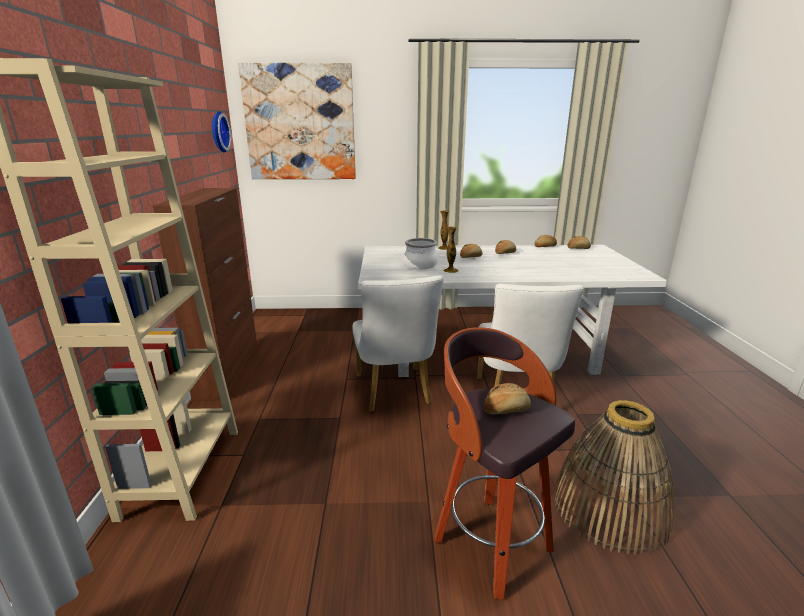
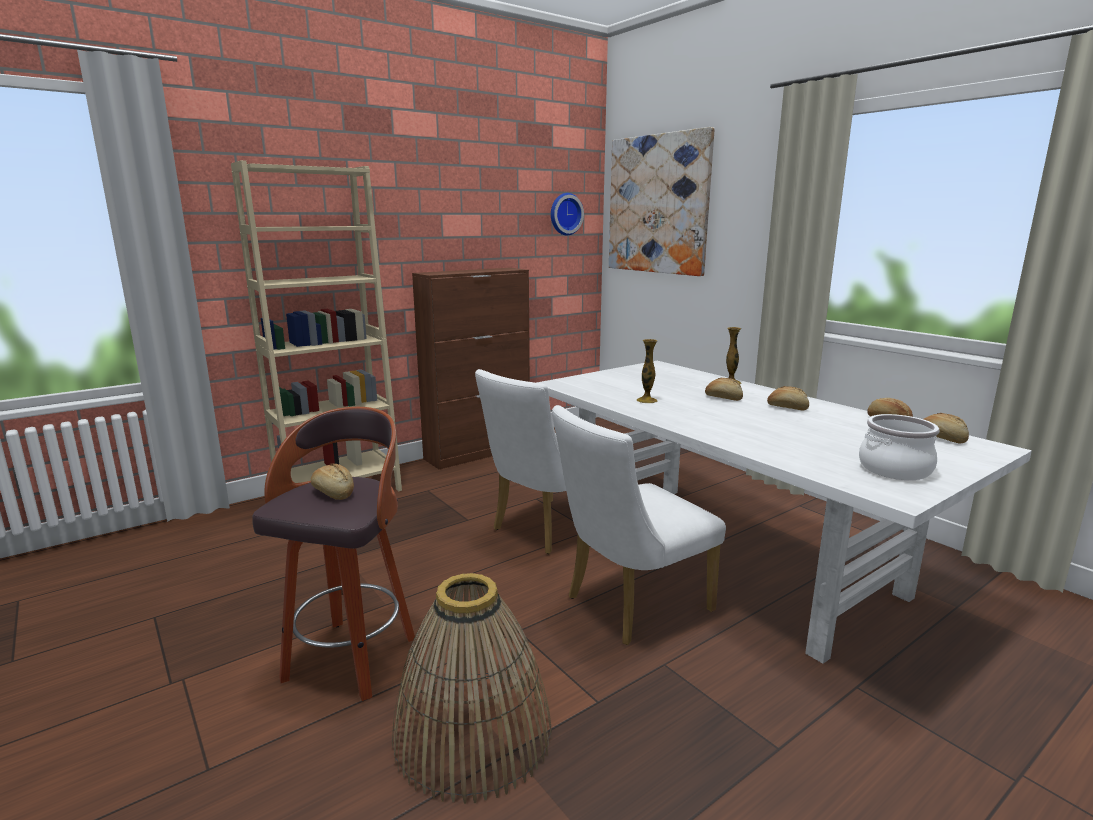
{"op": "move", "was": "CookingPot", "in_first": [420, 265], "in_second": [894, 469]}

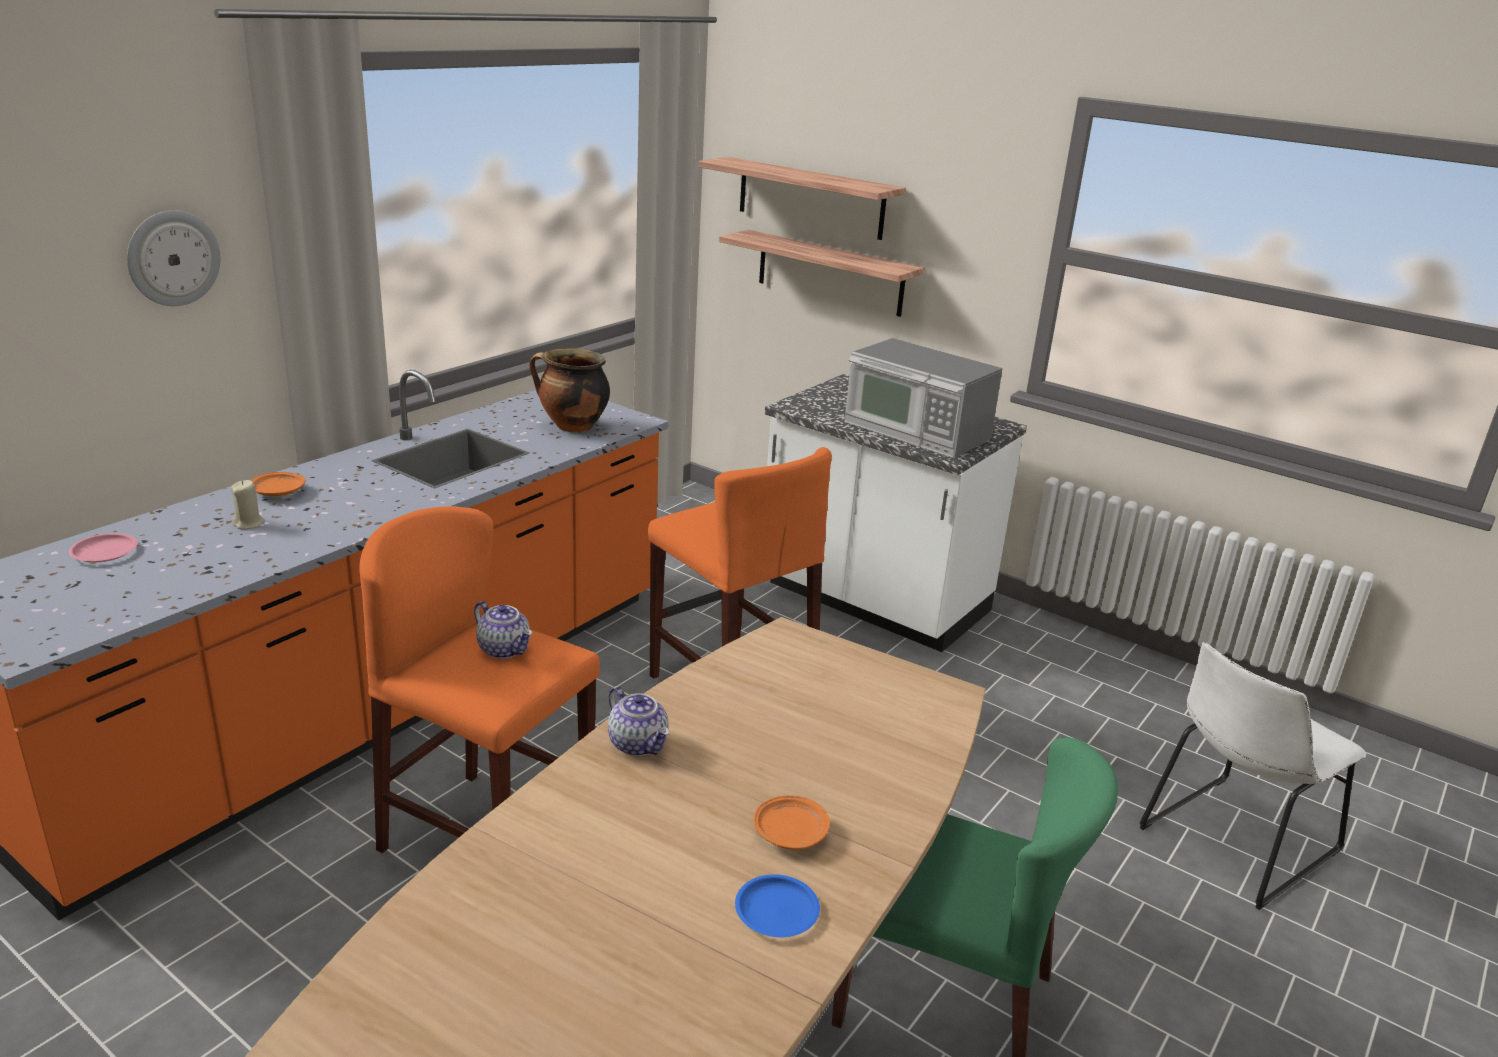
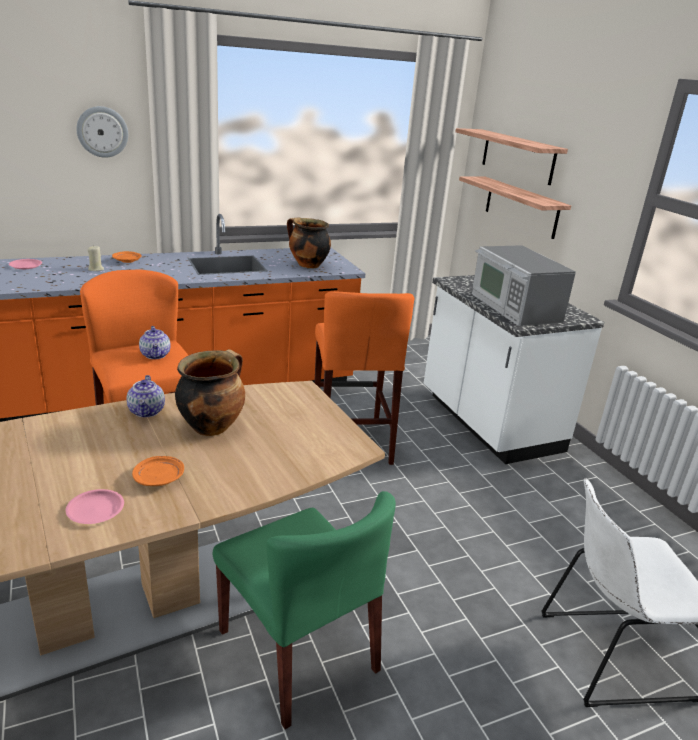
{"op": "insert", "now": "CookingPot", "in_second": [211, 426]}
{"op": "recolor", "was": "BlueFlatDish", "now": "PinkishFlatDish", "in_first": [777, 911], "in_second": [96, 510]}

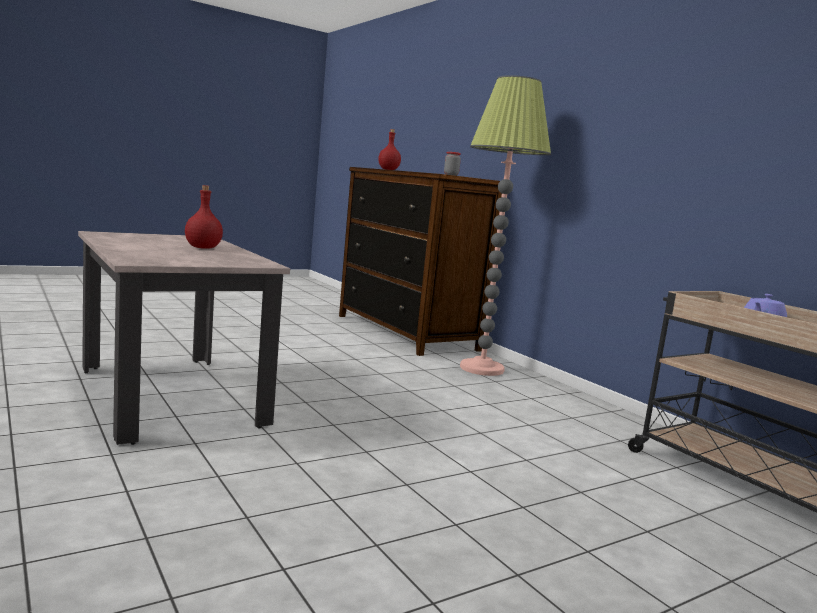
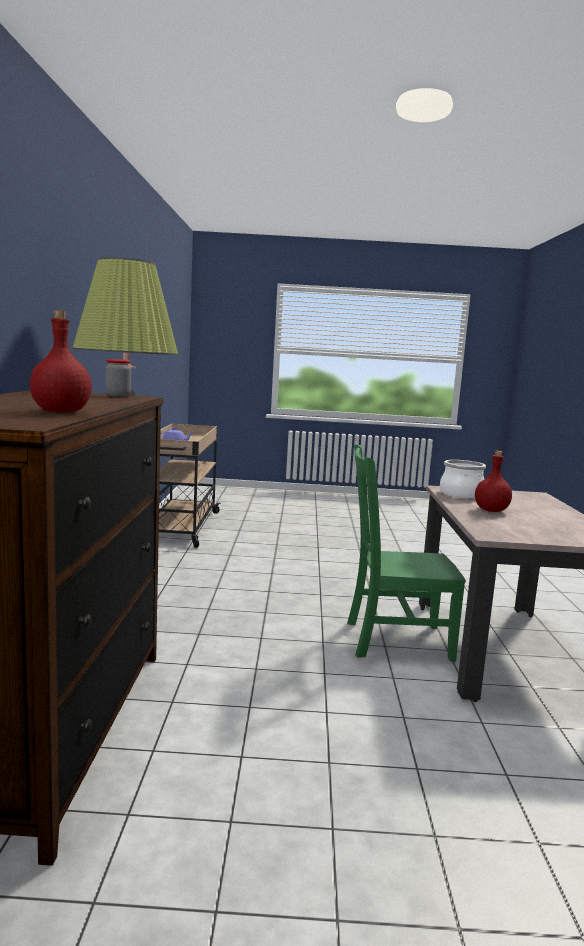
{"op": "insert", "now": "GreenColouredPlainChair", "in_second": [394, 640]}
{"op": "insert", "now": "CookingPot", "in_second": [461, 494]}

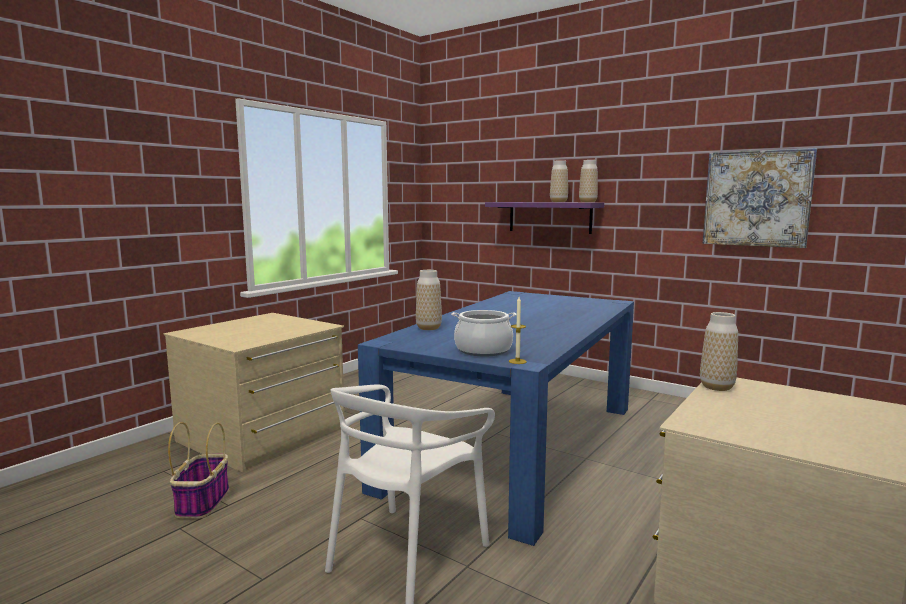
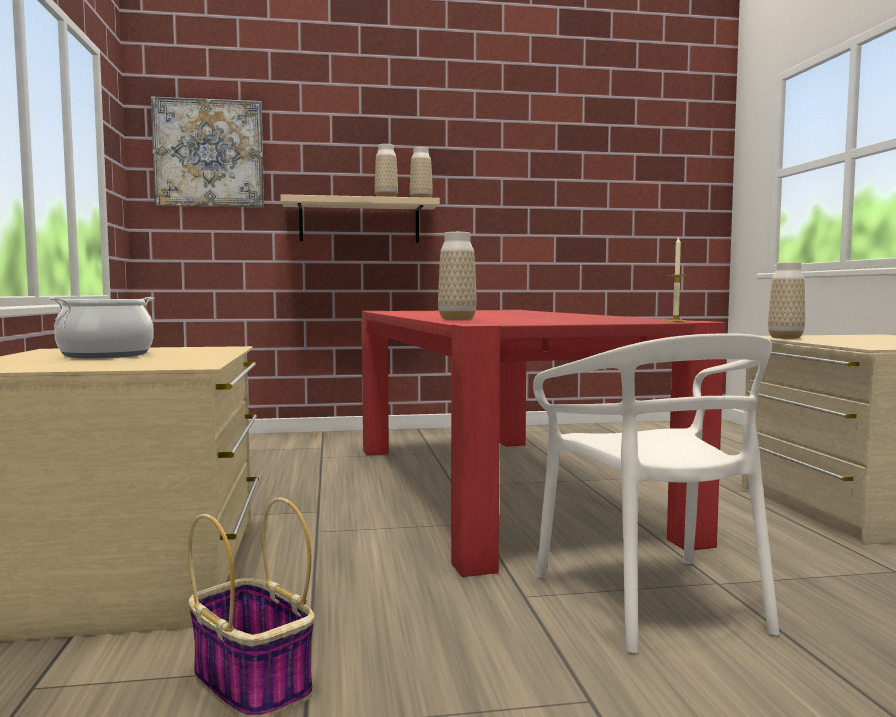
{"op": "move", "was": "CookingPot", "in_first": [483, 350], "in_second": [106, 355]}
{"op": "move", "was": "WallArt", "in_first": [757, 198], "in_second": [209, 153]}
{"op": "recolor", "was": "BlueKitchenTable", "now": "ReddishKitchenTable", "in_first": [517, 444], "in_second": [498, 488]}
{"op": "recolor", "was": "PurpleColouredWallShelf", "now": "SandColouredWallShelf", "in_first": [549, 217], "in_second": [359, 221]}

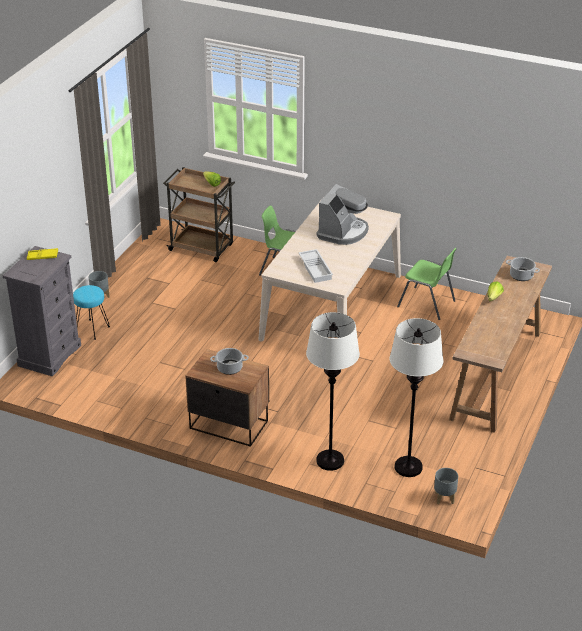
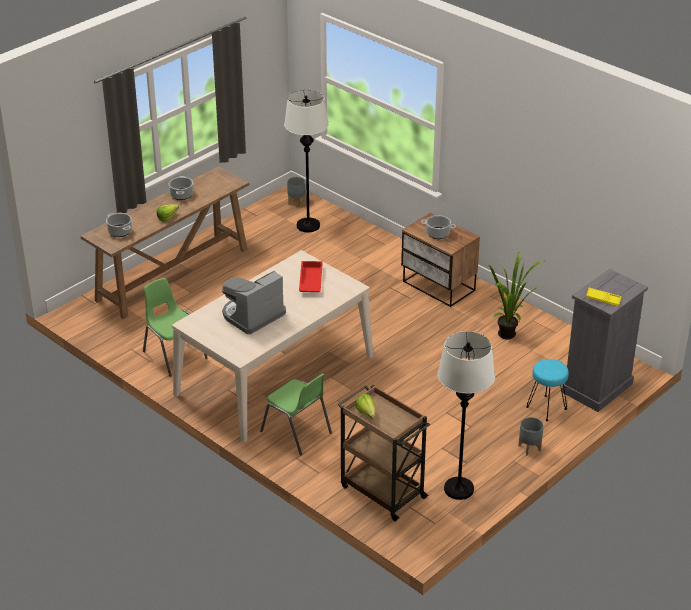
{"op": "insert", "now": "CookingPot", "in_second": [181, 195]}
{"op": "insert", "now": "Houseplant", "in_second": [510, 336]}
{"op": "move", "was": "WhiteColouredStandardLamp", "in_first": [330, 460], "in_second": [458, 489]}
{"op": "recolor", "was": "WhiteColouredServingTray", "now": "ReddishServingTray", "in_first": [316, 268], "in_second": [310, 281]}

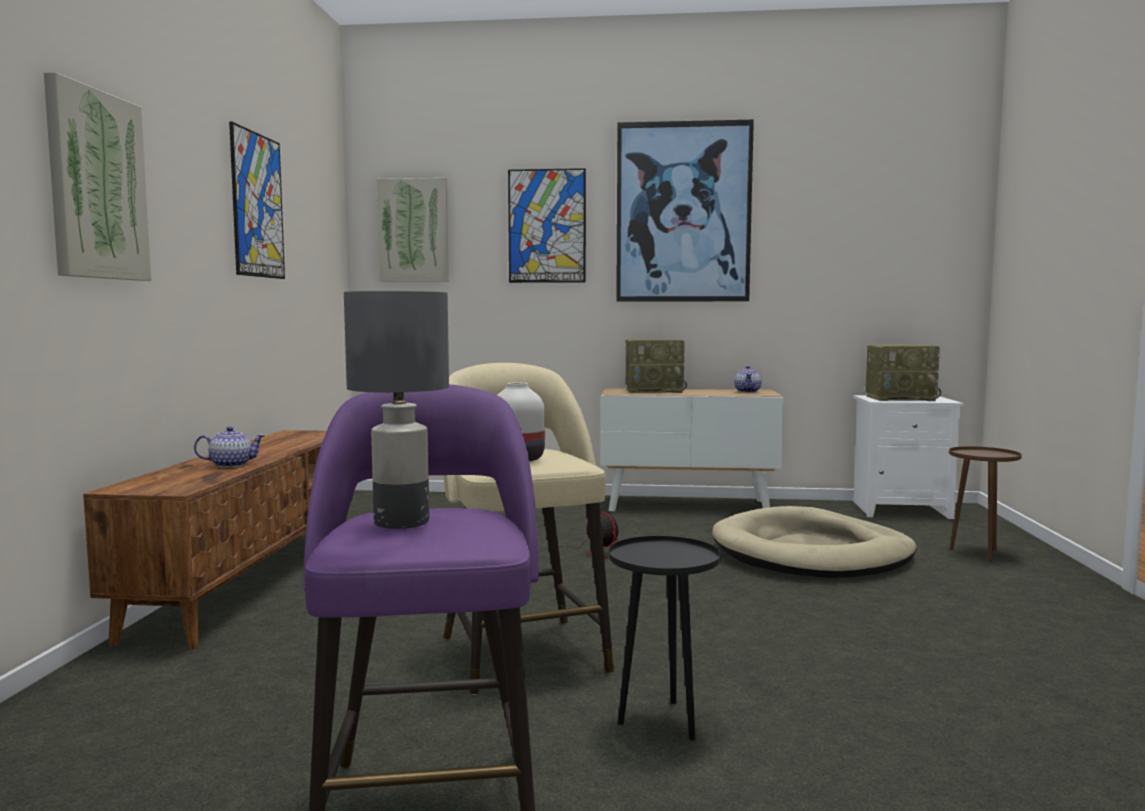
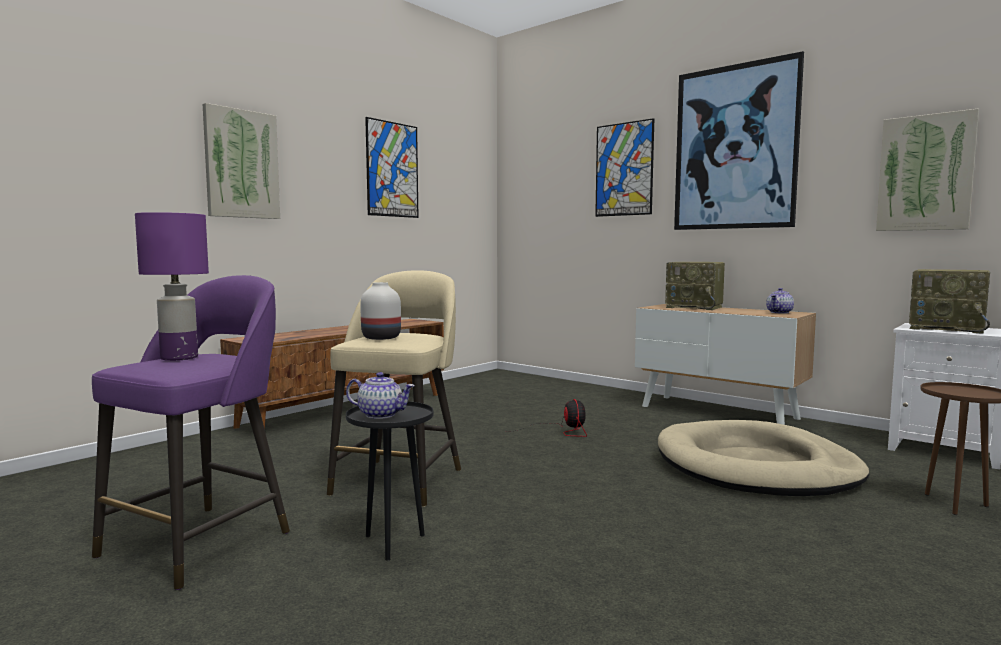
{"op": "move", "was": "Teapot", "in_first": [231, 465], "in_second": [381, 414]}
{"op": "move", "was": "WallArt", "in_first": [413, 230], "in_second": [925, 173]}
{"op": "recolor", "was": "GreyishTableLamp", "now": "PurpleColouredTableLamp", "in_first": [401, 523], "in_second": [178, 358]}

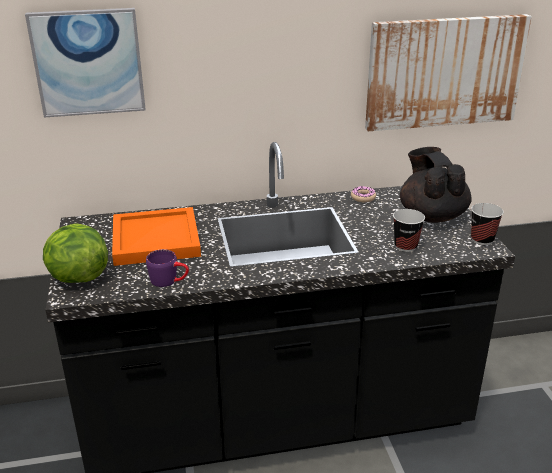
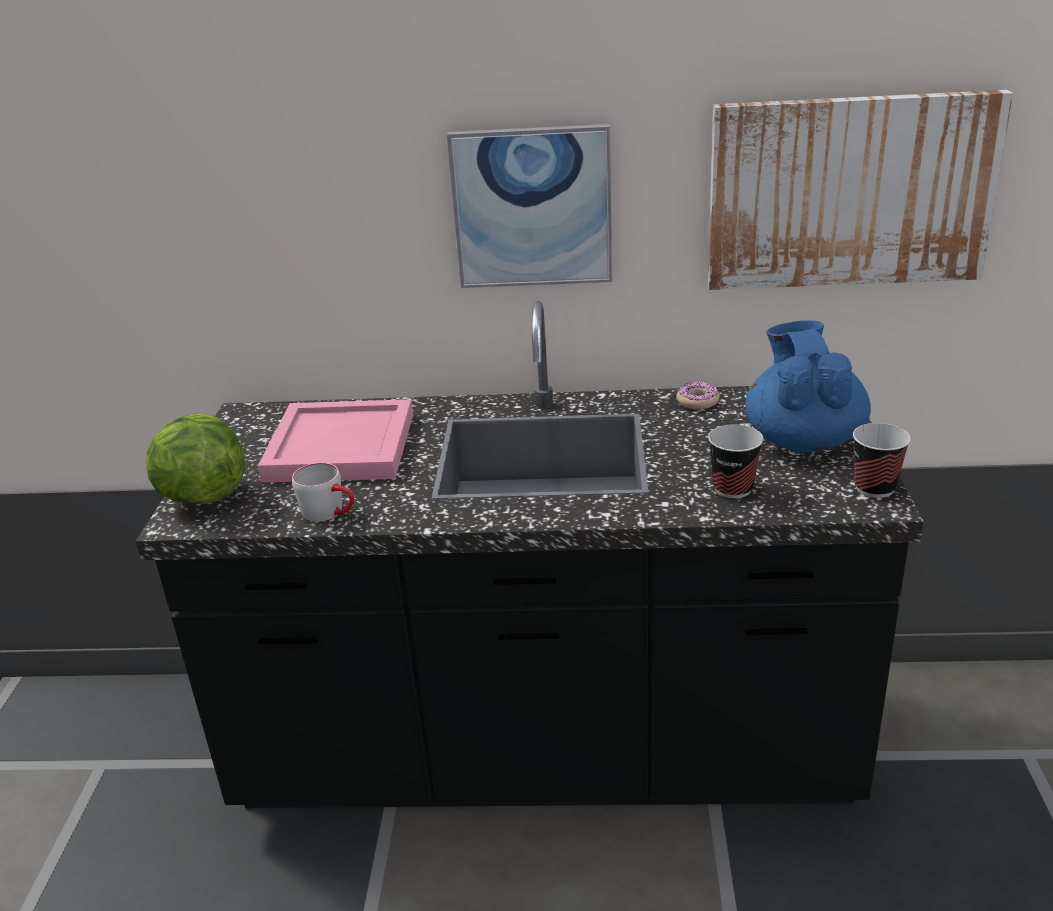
{"op": "move", "was": "WallArt", "in_first": [88, 62], "in_second": [532, 207]}
{"op": "recolor", "was": "OrangeServingTray", "now": "PinkishServingTray", "in_first": [154, 240], "in_second": [338, 448]}
{"op": "recolor", "was": "PurpleColouredMug", "now": "GreyishMug", "in_first": [169, 281], "in_second": [330, 513]}
{"op": "recolor", "was": "BlackColouredTeapot", "now": "BlueTeapot", "in_first": [432, 215], "in_second": [803, 439]}

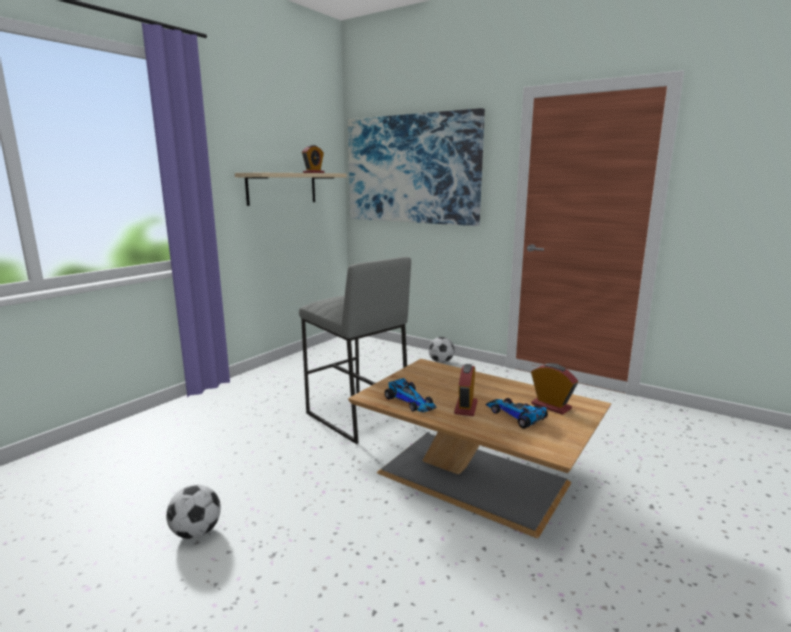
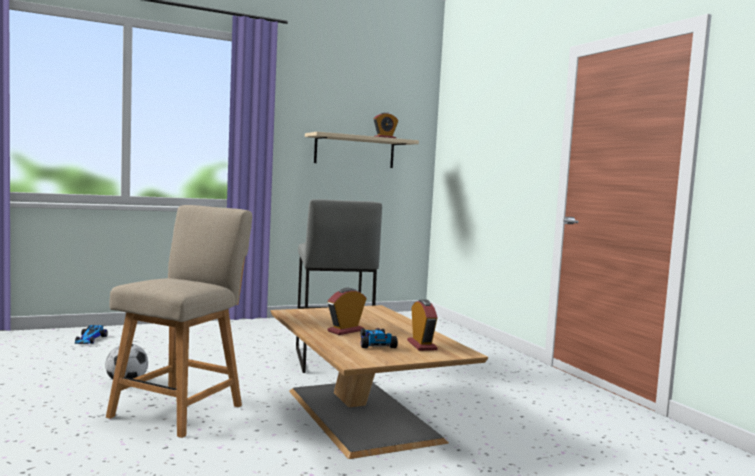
{"op": "delete", "was": "WallArt", "in_first": [411, 169]}
{"op": "delete", "was": "Football", "in_first": [441, 362]}
{"op": "insert", "now": "SandColouredPlainChair", "in_second": [181, 409]}
{"op": "move", "was": "MiniatureCar", "in_first": [411, 402], "in_second": [89, 340]}

